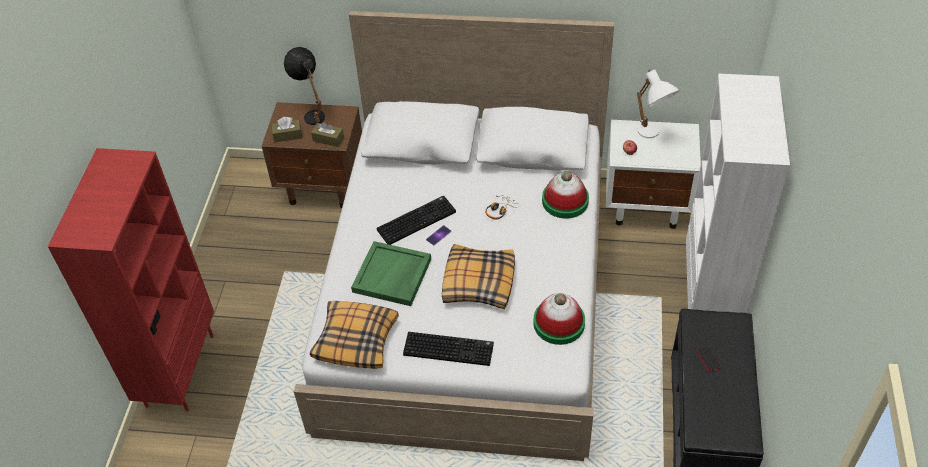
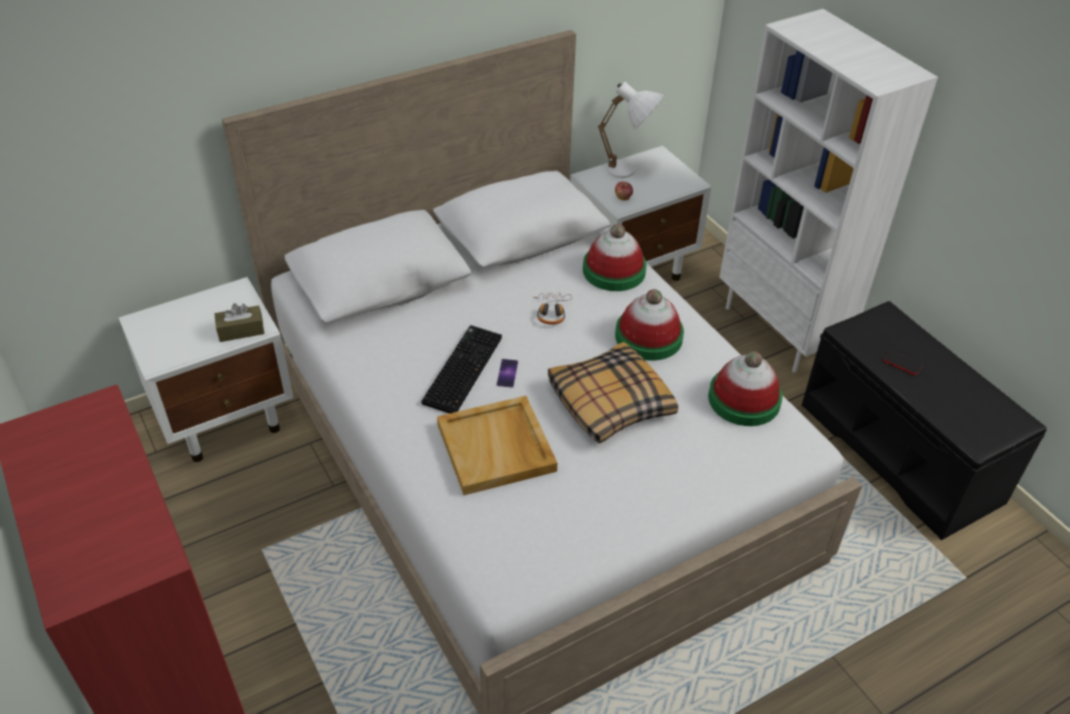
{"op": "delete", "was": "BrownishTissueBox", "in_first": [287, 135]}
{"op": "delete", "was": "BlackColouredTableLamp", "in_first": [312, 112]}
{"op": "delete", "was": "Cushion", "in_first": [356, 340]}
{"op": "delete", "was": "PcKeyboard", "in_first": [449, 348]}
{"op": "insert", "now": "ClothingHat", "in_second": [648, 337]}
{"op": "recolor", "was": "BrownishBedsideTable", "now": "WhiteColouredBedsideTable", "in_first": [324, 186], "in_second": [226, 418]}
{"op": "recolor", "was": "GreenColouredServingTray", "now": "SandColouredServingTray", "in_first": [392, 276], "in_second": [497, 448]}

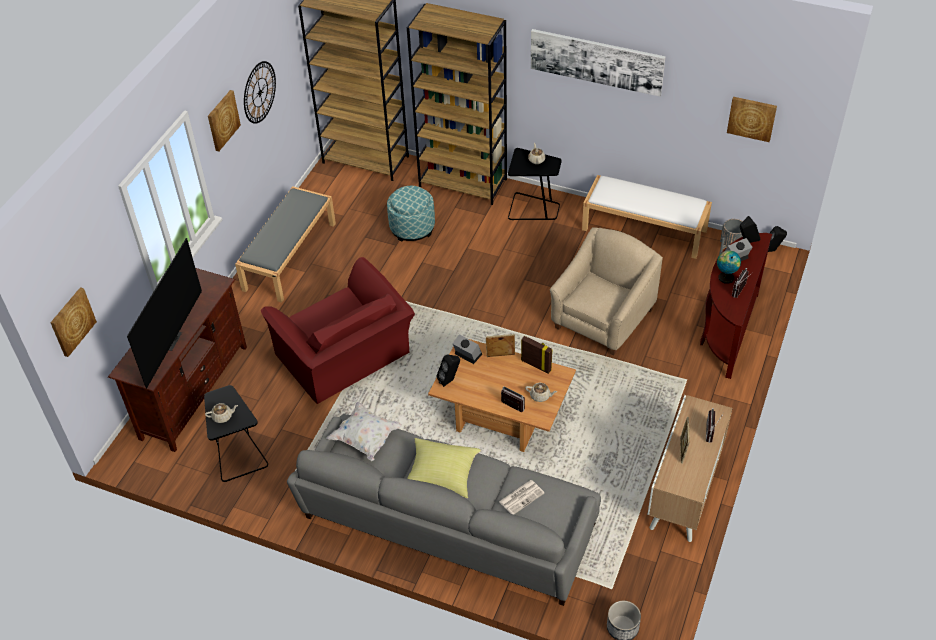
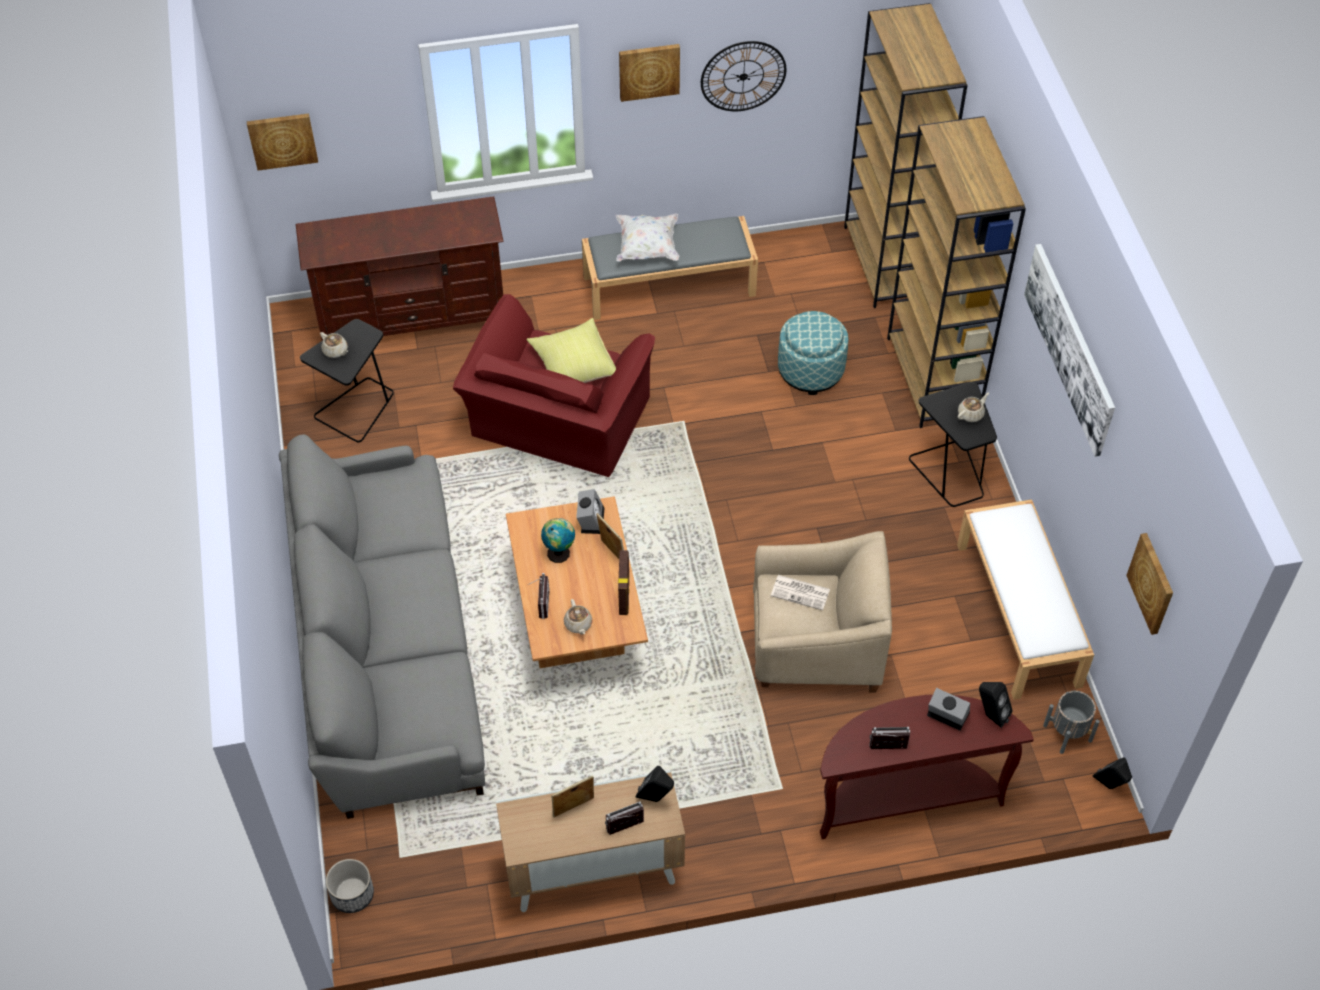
{"op": "delete", "was": "Tv", "in_first": [169, 340]}
{"op": "move", "was": "WhiteColouredCushion", "in_first": [366, 438], "in_second": [647, 248]}
{"op": "move", "was": "YellowishCushion", "in_first": [441, 475], "in_second": [573, 367]}
{"op": "move", "was": "BlackColouredLoudspeaker", "in_first": [449, 380], "in_second": [655, 798]}
{"op": "move", "was": "Newspaper", "in_first": [522, 497], "in_second": [801, 592]}
{"op": "move", "was": "Globe", "in_first": [725, 277], "in_second": [559, 552]}

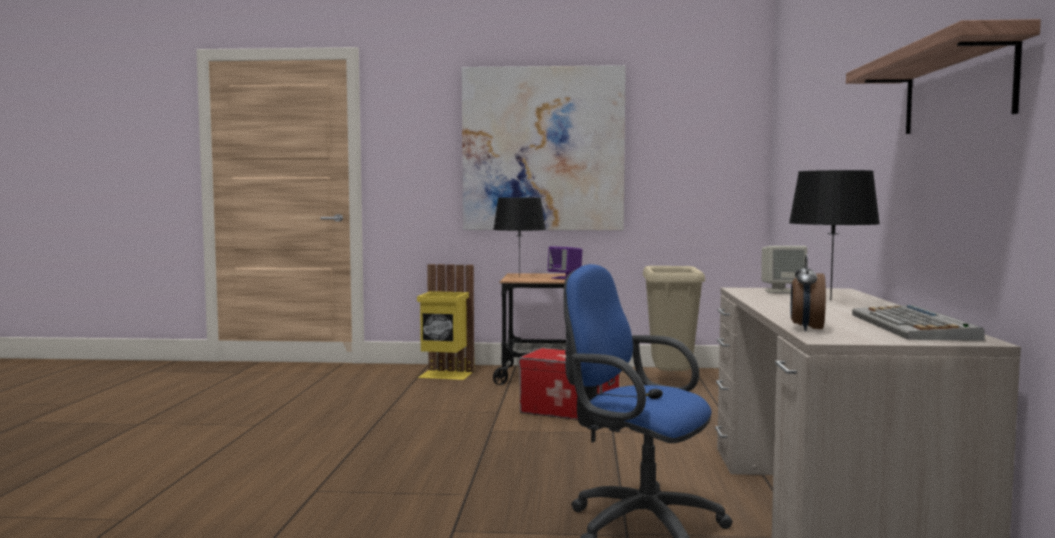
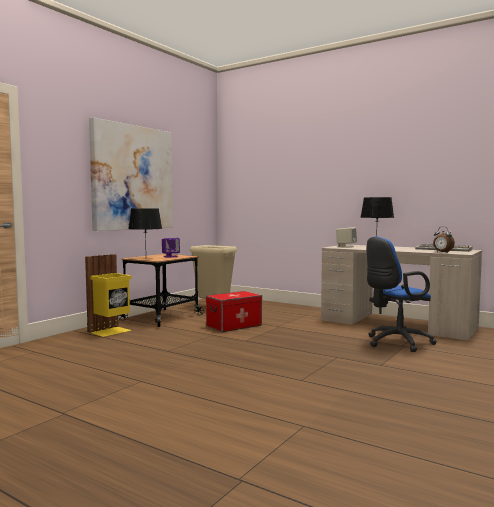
{"op": "delete", "was": "WallShelf", "in_first": [956, 88]}

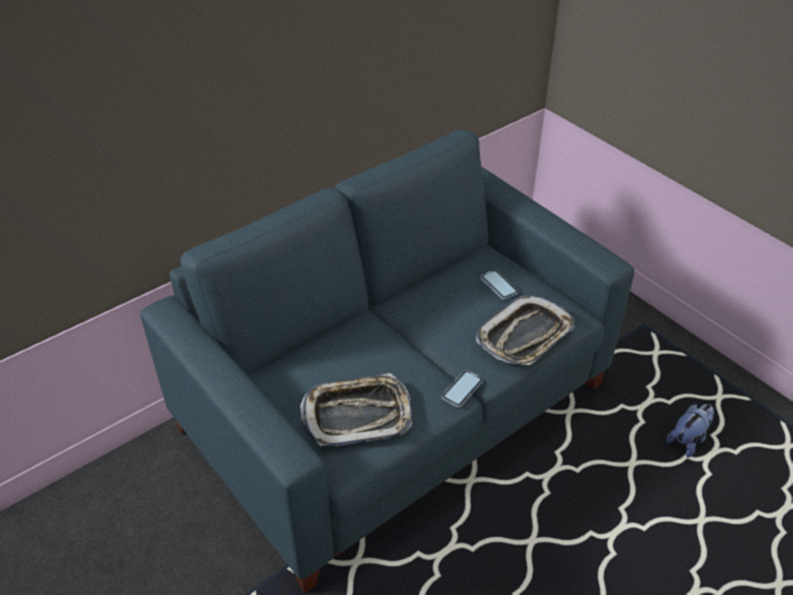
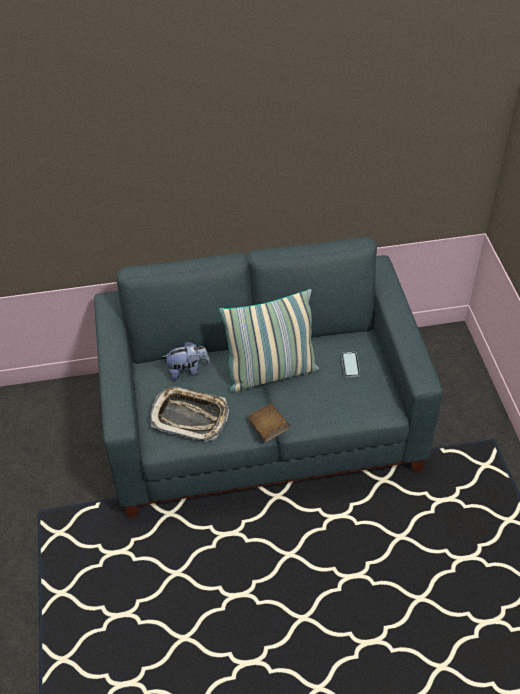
{"op": "delete", "was": "ServingTray", "in_first": [525, 336]}
{"op": "insert", "now": "Cushion", "in_second": [271, 373]}
{"op": "move", "was": "CuddlyToy", "in_first": [688, 440], "in_second": [187, 371]}
{"op": "replace", "was": "Telephone", "now": "BrownishBook", "in_first": [462, 389], "in_second": [268, 429]}

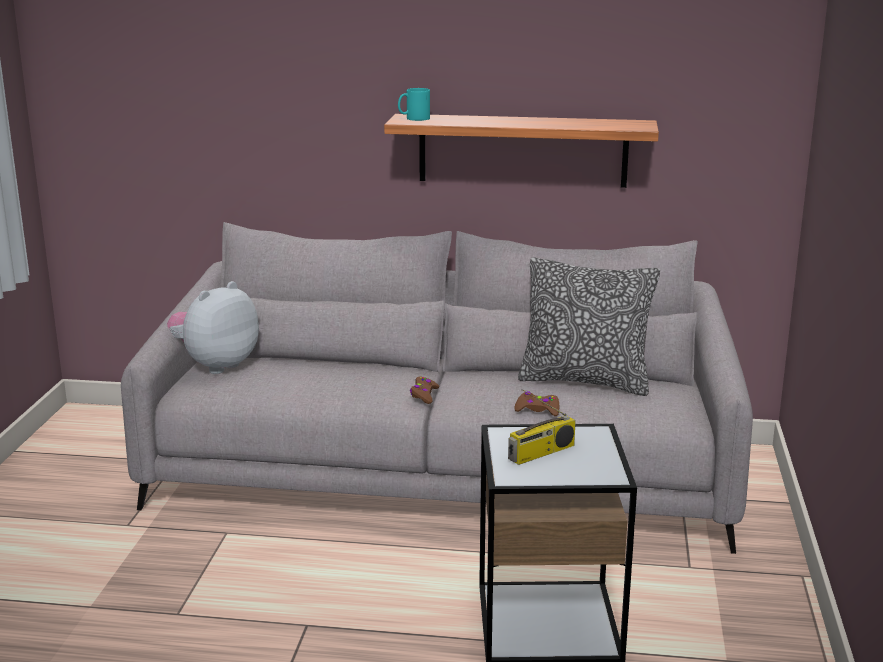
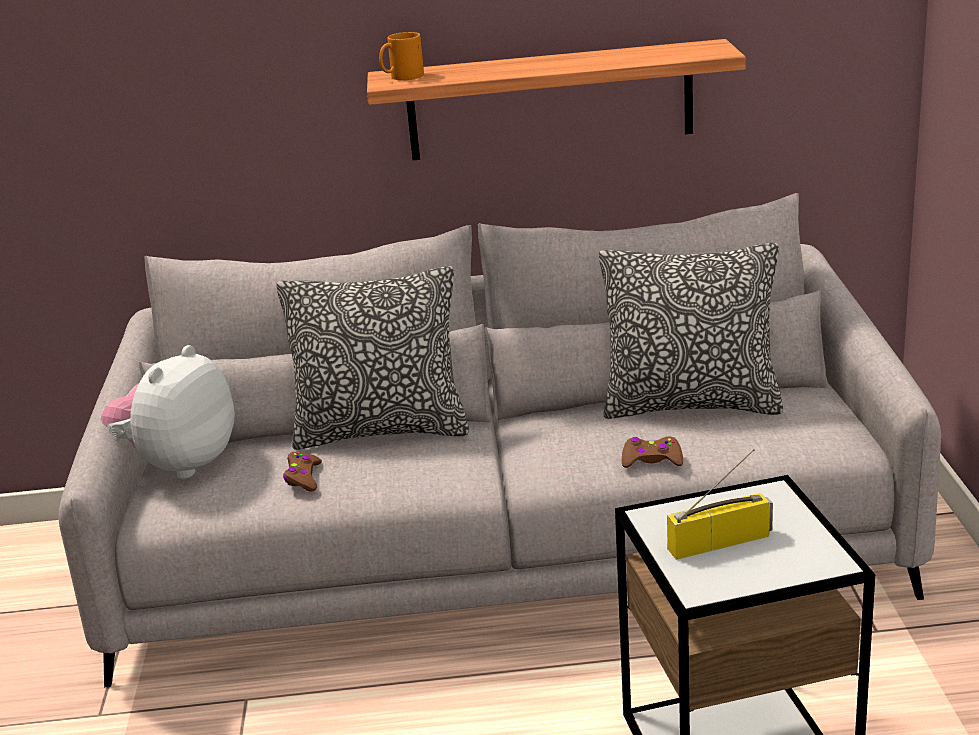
{"op": "insert", "now": "Cushion", "in_second": [382, 430]}
{"op": "move", "was": "BrownishGamepad", "in_first": [424, 395], "in_second": [303, 478]}
{"op": "recolor", "was": "TurquoiseMug", "now": "OrangeMug", "in_first": [413, 119], "in_second": [402, 77]}
{"op": "rotate", "was": "Radio", "in_first": [541, 453], "in_second": [720, 541], "clockwise": -150}

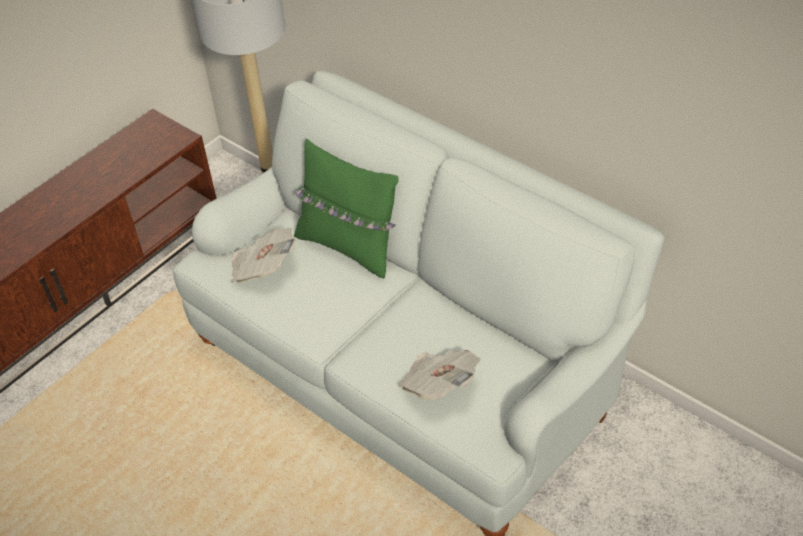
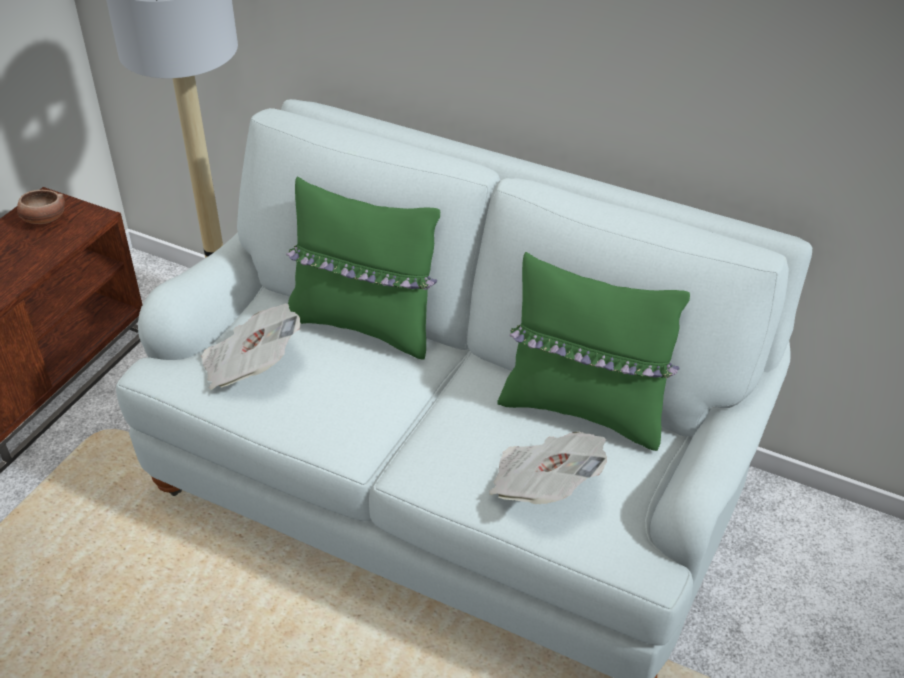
{"op": "insert", "now": "Bowl", "in_second": [43, 219]}
{"op": "insert", "now": "GreenColouredCushion", "in_second": [585, 410]}

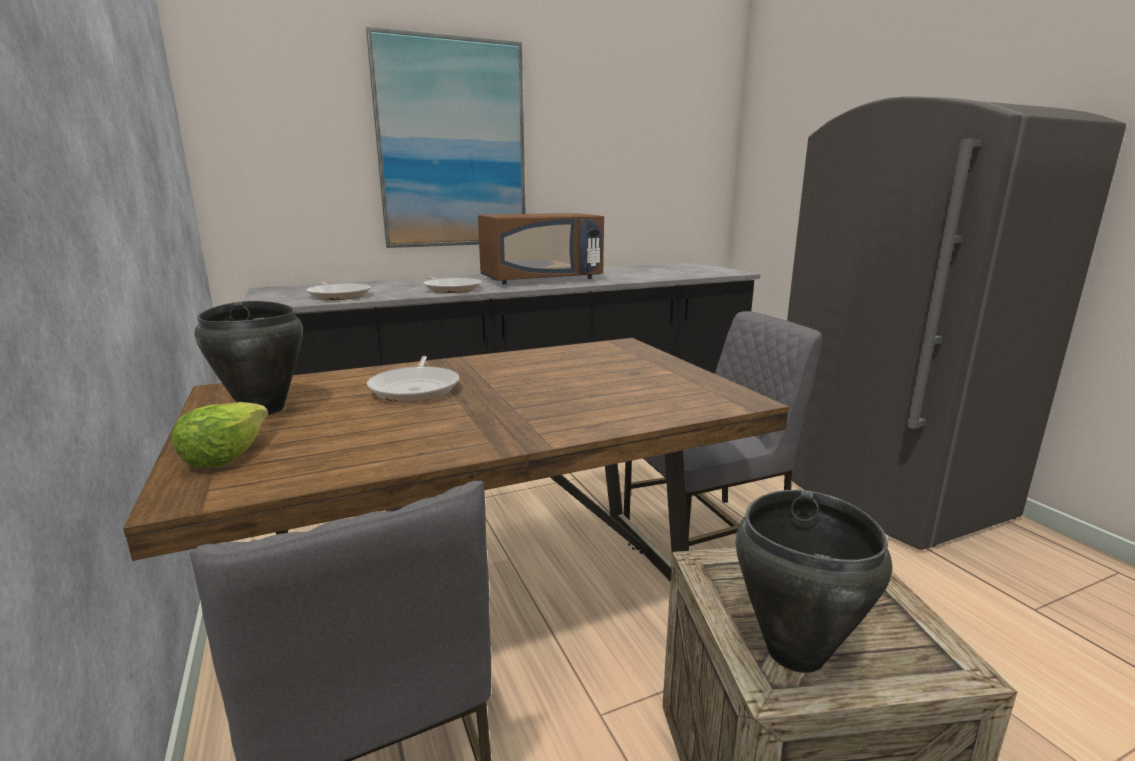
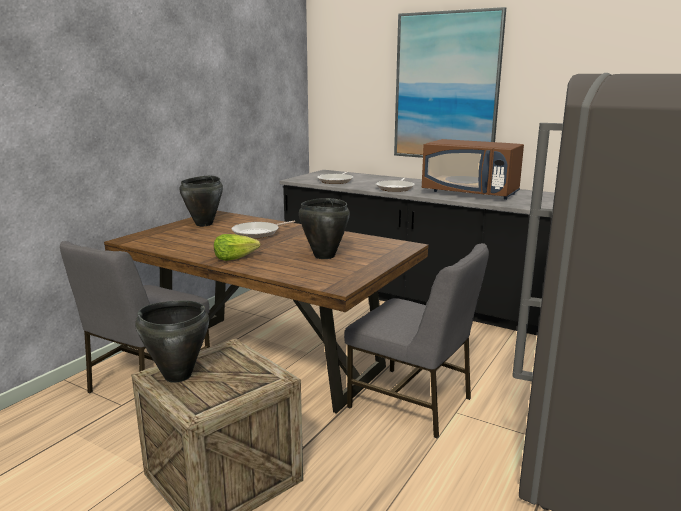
{"op": "insert", "now": "BlackColouredCookingPot", "in_second": [324, 256]}
{"op": "move", "was": "Lettuce", "in_first": [225, 455], "in_second": [235, 258]}

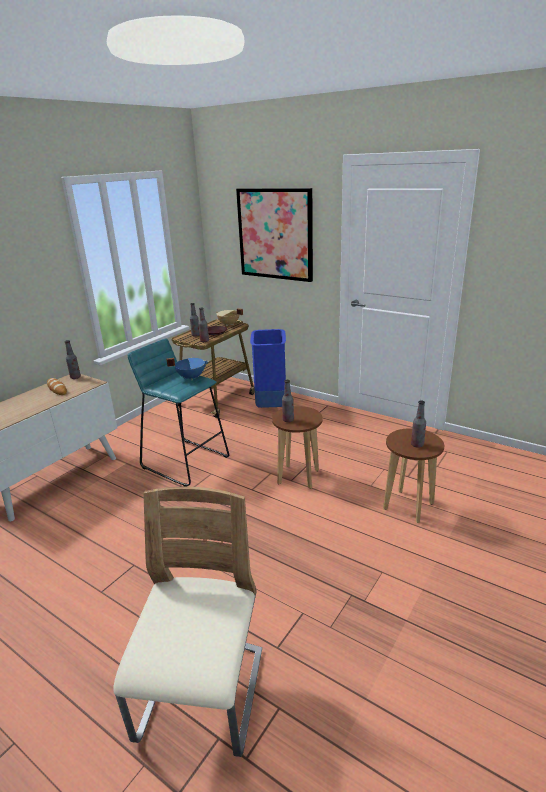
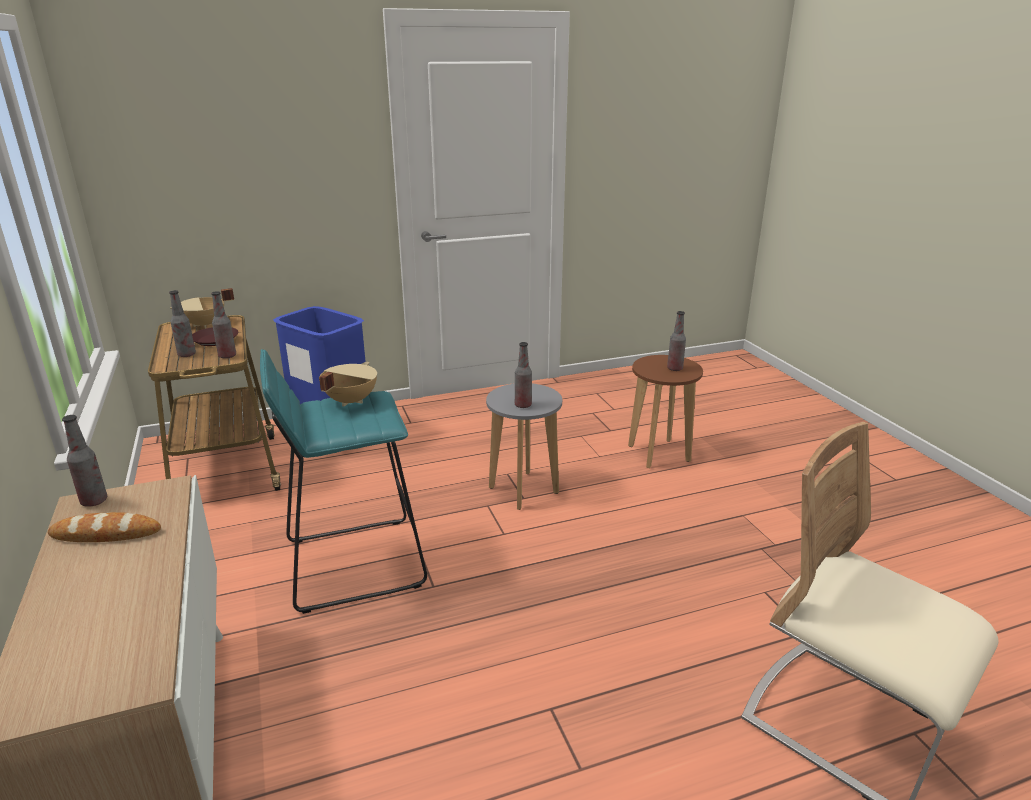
{"op": "delete", "was": "WallArt", "in_first": [275, 234]}
{"op": "recolor", "was": "BlueCookingPot", "now": "SandColouredCookingPot", "in_first": [191, 377], "in_second": [349, 401]}
{"op": "recolor", "was": "BrownishStoolSeat", "now": "GreyishStoolSeat", "in_first": [298, 477], "in_second": [523, 490]}

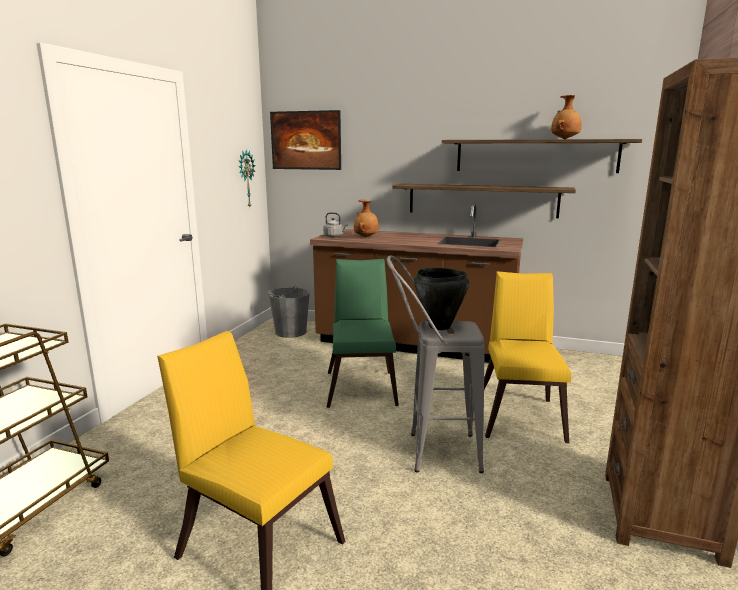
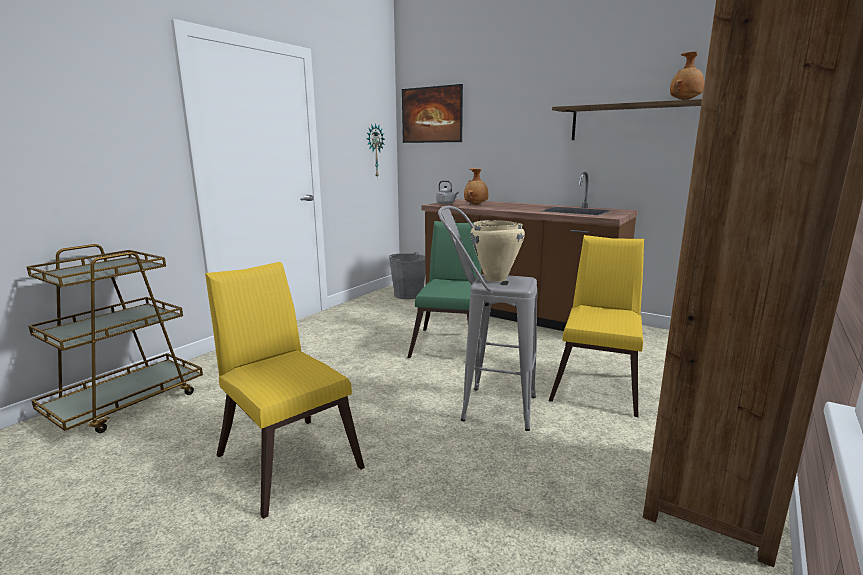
{"op": "delete", "was": "WallShelf", "in_first": [482, 200]}
{"op": "recolor", "was": "BlackColouredCookingPot", "now": "SandColouredCookingPot", "in_first": [439, 327], "in_second": [495, 279]}

